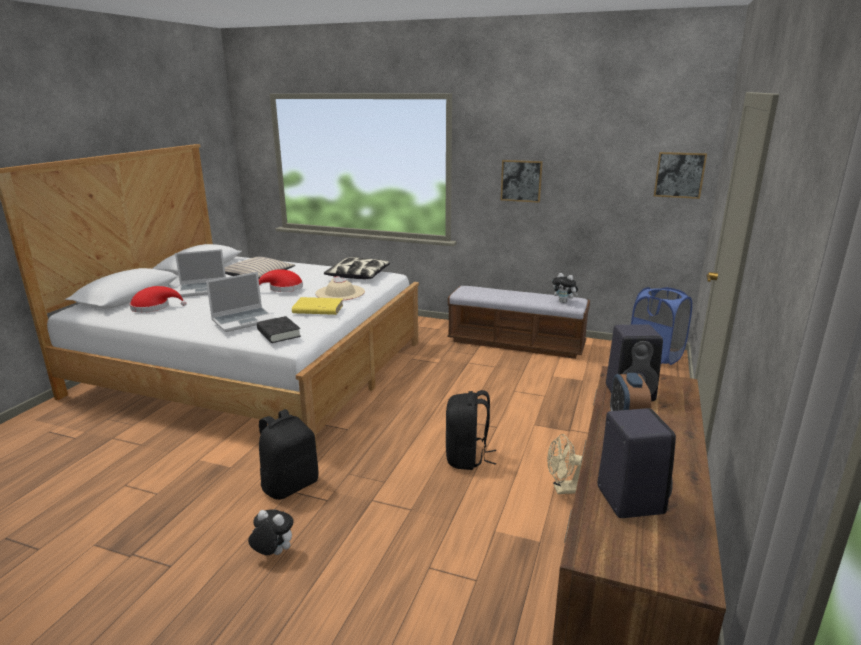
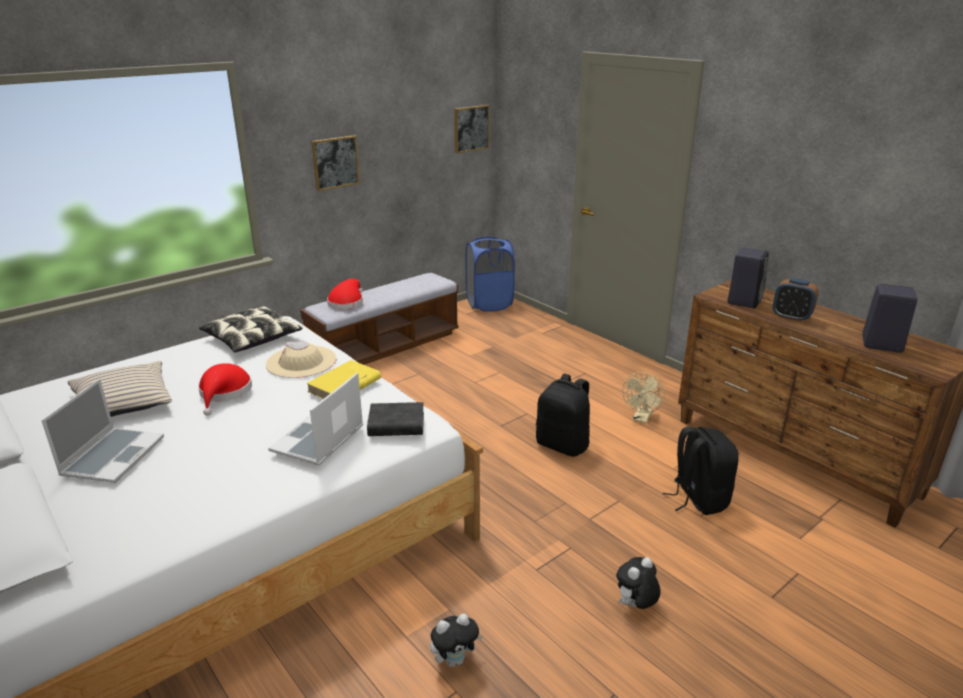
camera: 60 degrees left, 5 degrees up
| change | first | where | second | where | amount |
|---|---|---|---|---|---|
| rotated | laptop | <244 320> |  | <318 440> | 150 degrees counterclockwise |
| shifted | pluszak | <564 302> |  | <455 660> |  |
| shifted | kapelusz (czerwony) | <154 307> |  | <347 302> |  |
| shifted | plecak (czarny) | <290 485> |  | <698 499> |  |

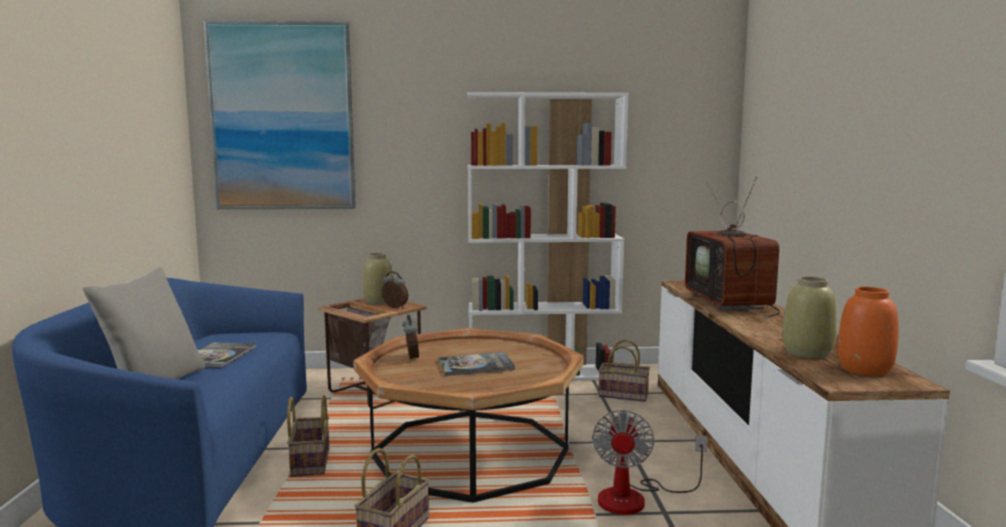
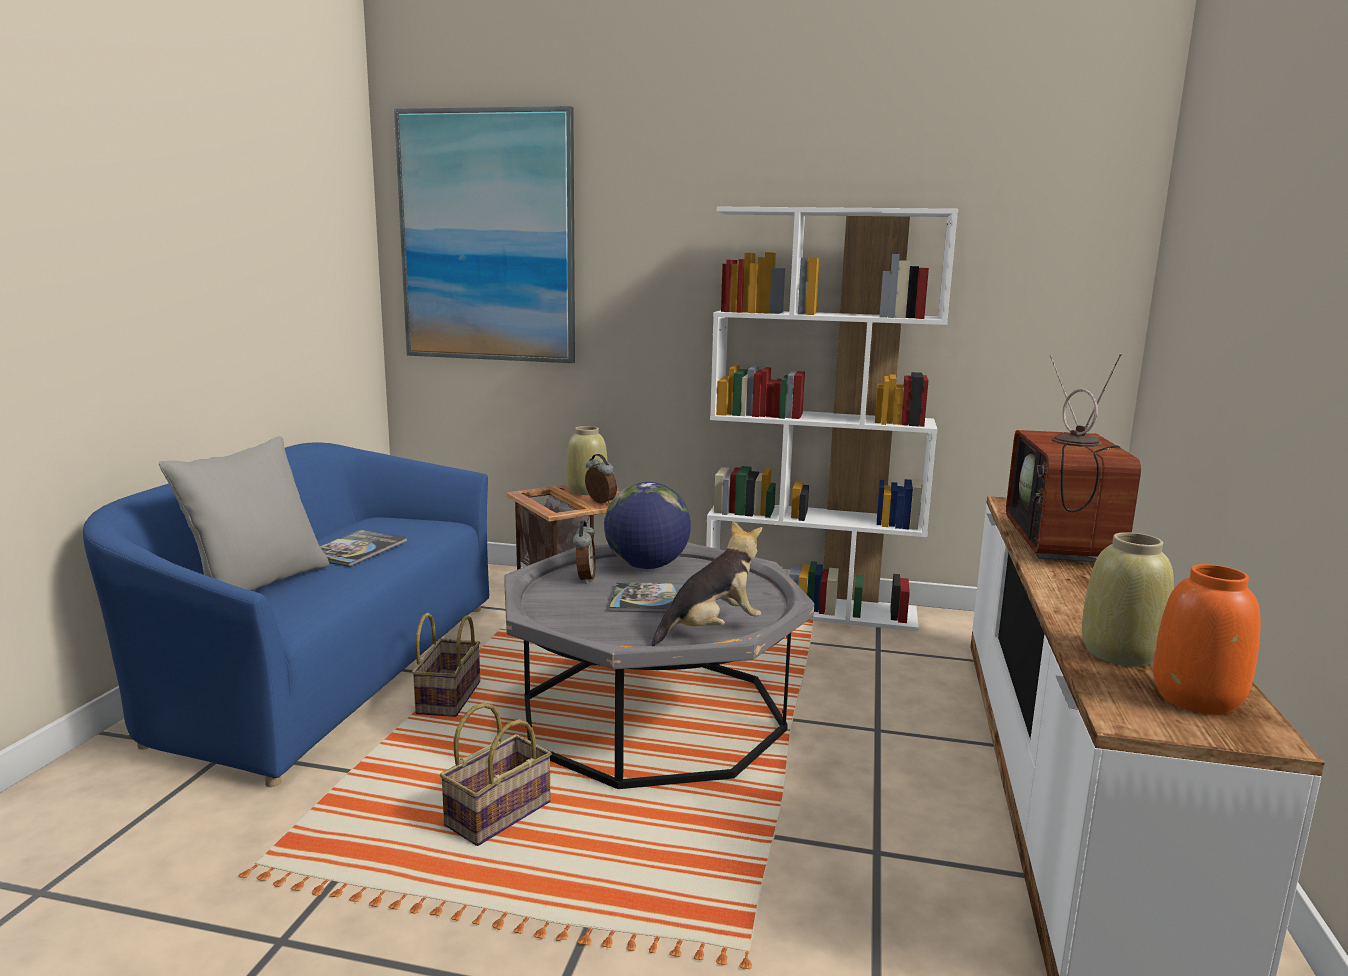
camera: 15 degrees right, 5 degrees up
| change | first | where | second | where | amount |
|---|---|---|---|---|---|
| repainted | ława (brązowy) | <470 453> | ława (szary) | <652 715> |  |
| gone | koszyk | <625 395> |  |  |  |
| gone | wentylator | <635 498> |  |  |  |
| new |  |  | globus | <647 566> |  |
| new |  |  | pluszak | <711 630> |  |

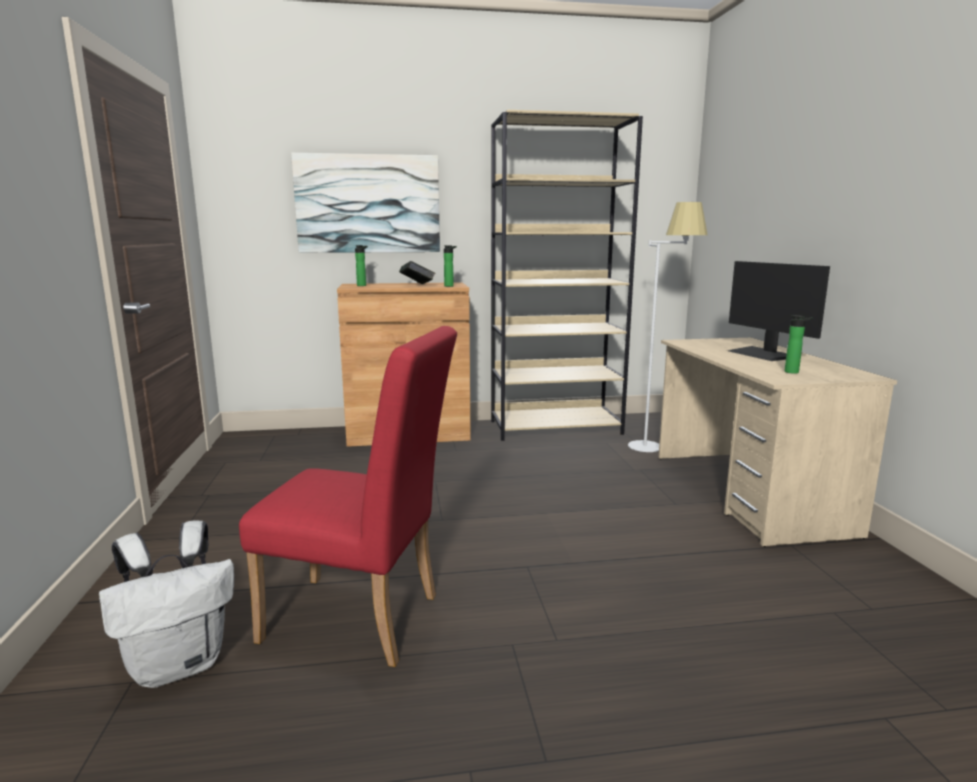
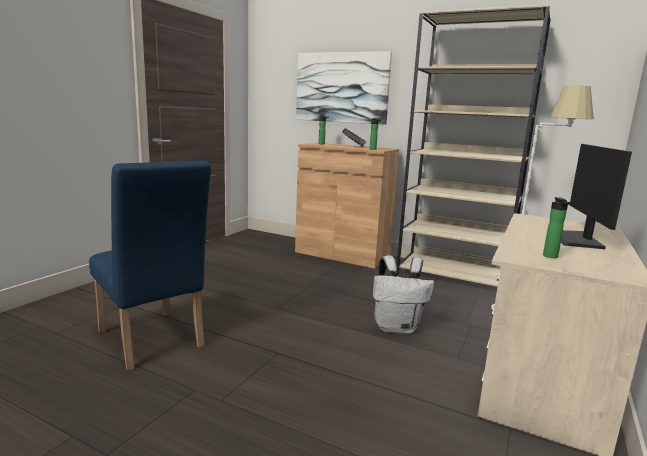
camera: 35 degrees right, 0 degrees up
| change | first | where | second | where | amount |
|---|---|---|---|---|---|
| repainted | krzesło (czerwony) | <363 620> | krzesło (niebieski) | <153 342> |  |
| shifted | plecak (biały) | <180 664> |  | <397 327> |  |

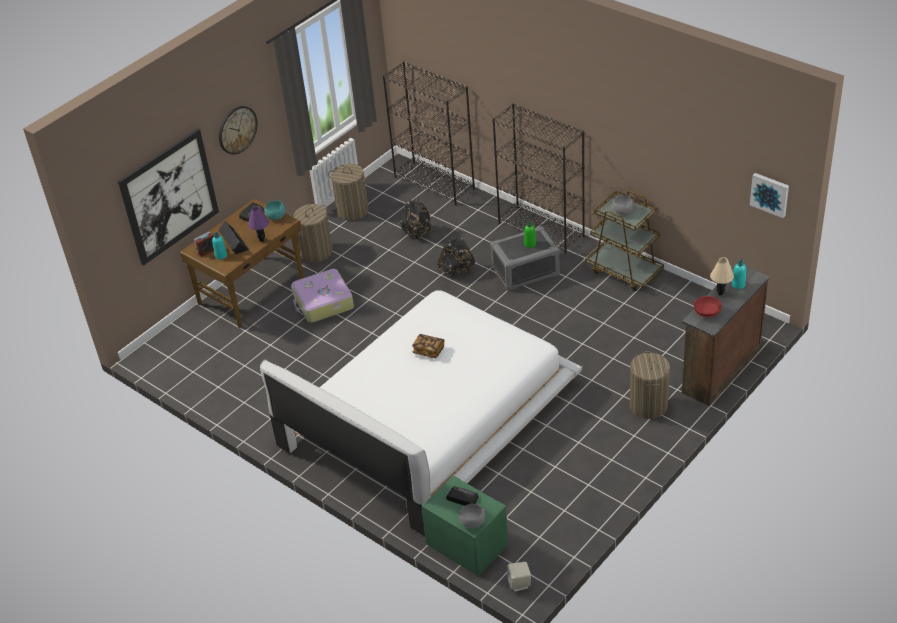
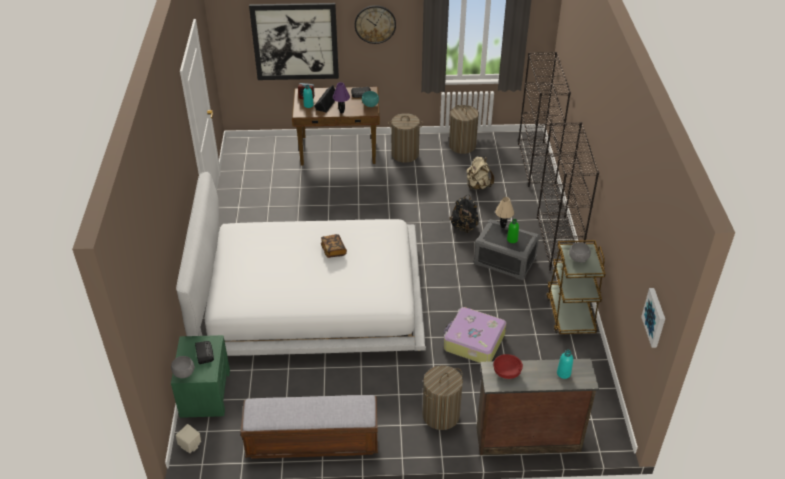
camera: 45 degrees right, 0 degrees up
| change | first | where | second | where | amount |
|---|---|---|---|---|---|
| repainted | plecak (czarny) | <417 233> | plecak (beżowy) | <478 186> |  |
| shifted | lampa stołowa (beżowy) | <720 293> |  | <503 226> |  |
| shifted | walizka | <323 303> |  | <473 342> |  |
| new |  |  | ławka | <312 442> |  |

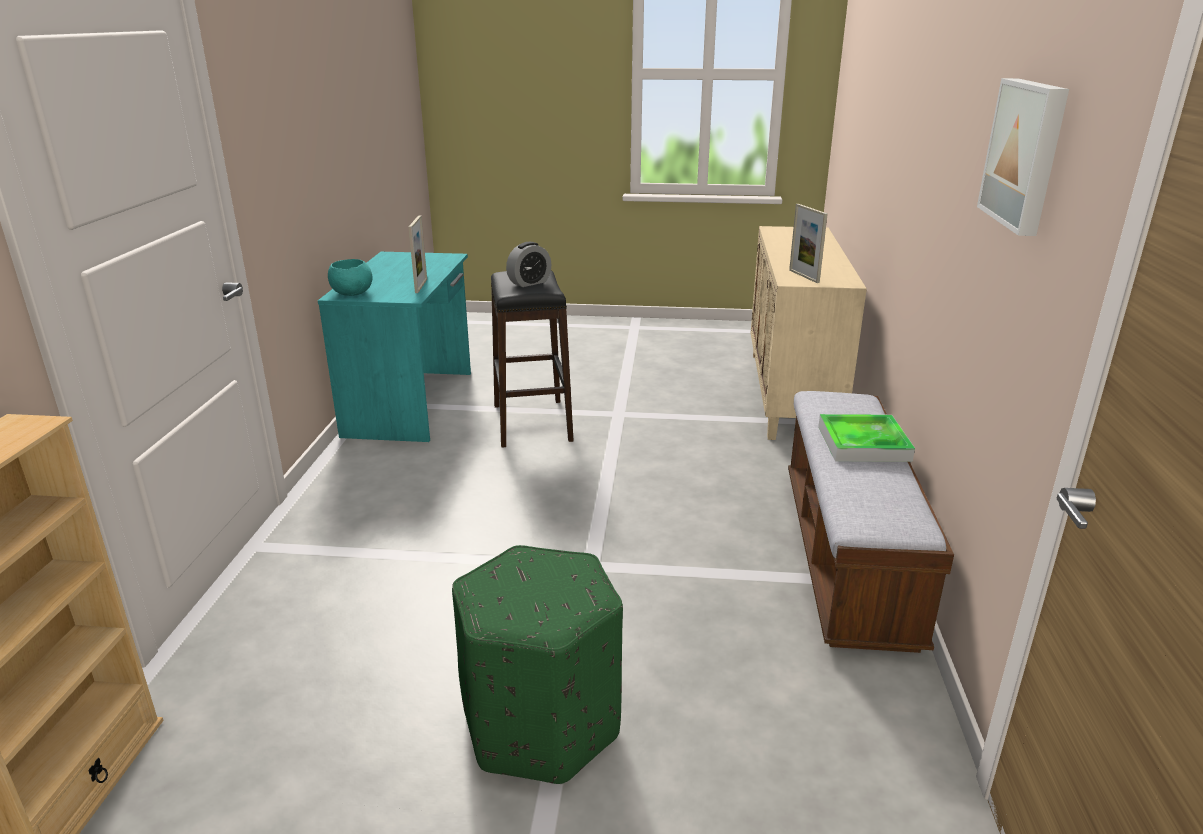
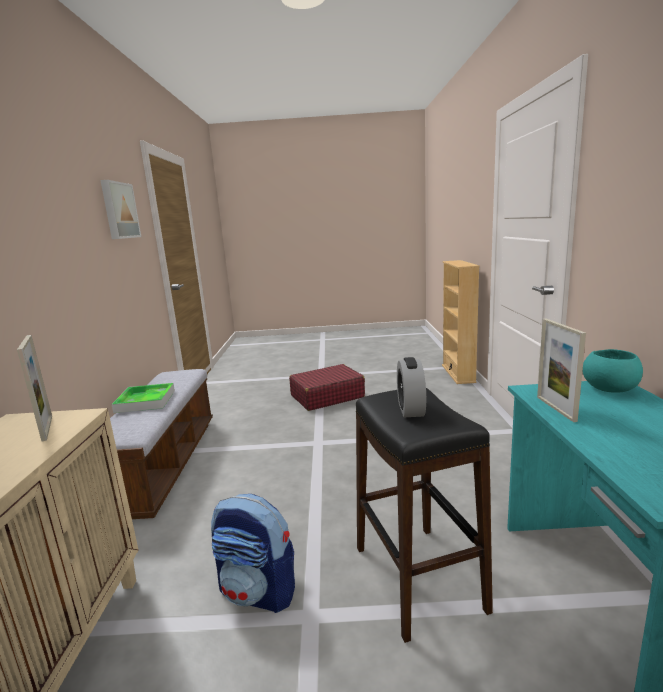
camera: 175 degrees right, 10 degrees down
| change | first | where | second | where | amount |
|---|---|---|---|---|---|
| rotated | budzik | <529 283> |  | <411 409> | 45 degrees counterclockwise |
| swapped | pufa (zielony) | <542 723> | walizka (czerwony) | <327 396> |  |
| new |  |  | plecak | <259 592> |  |

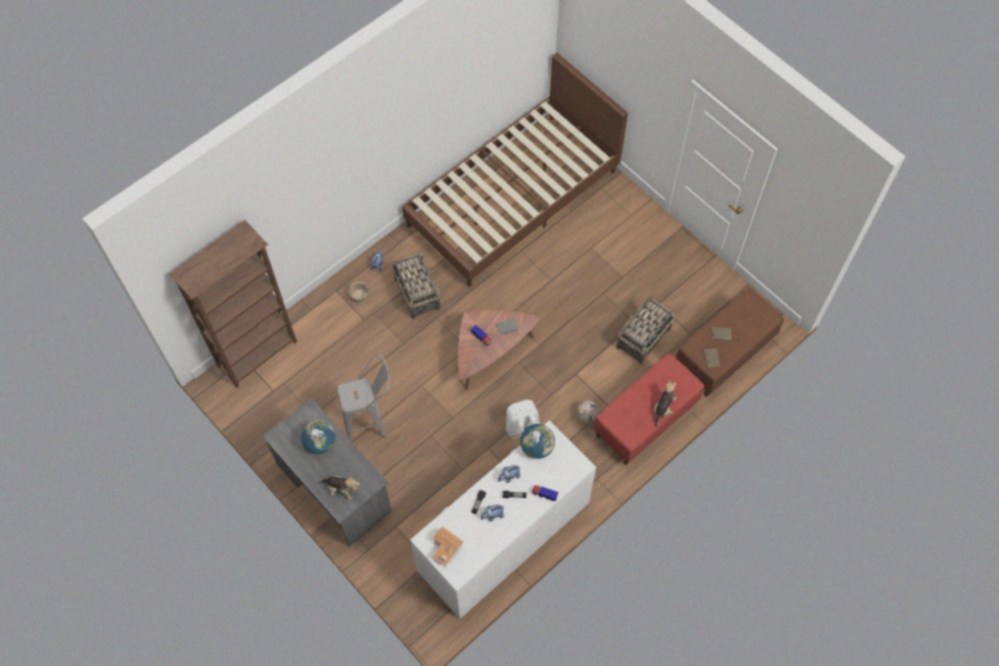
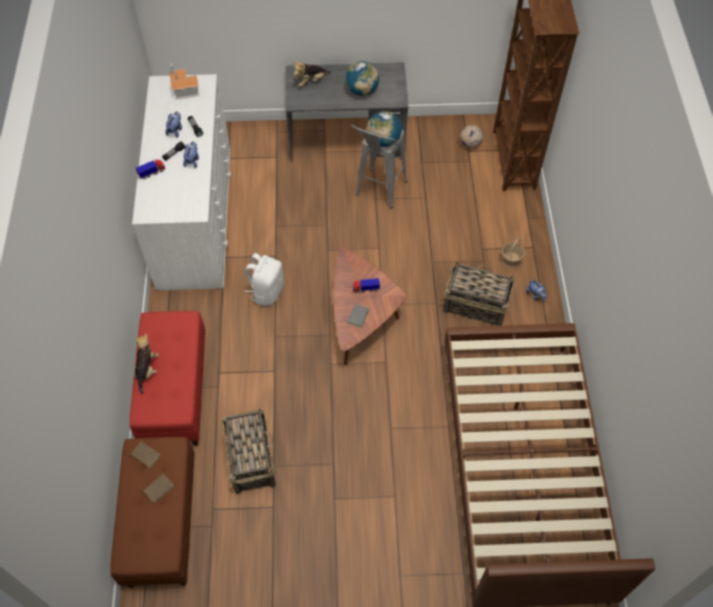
camera: 130 degrees right, 5 degrees down
| change | first | where | second | where | amount |
|---|---|---|---|---|---|
| rotated | pluszak | <663 408> |  | <147 370> | 150 degrees counterclockwise |
| shifted | piłka futbolowa | <587 416> |  | <470 144> |  |
| shifted | globus | <537 447> |  | <384 141> |  |

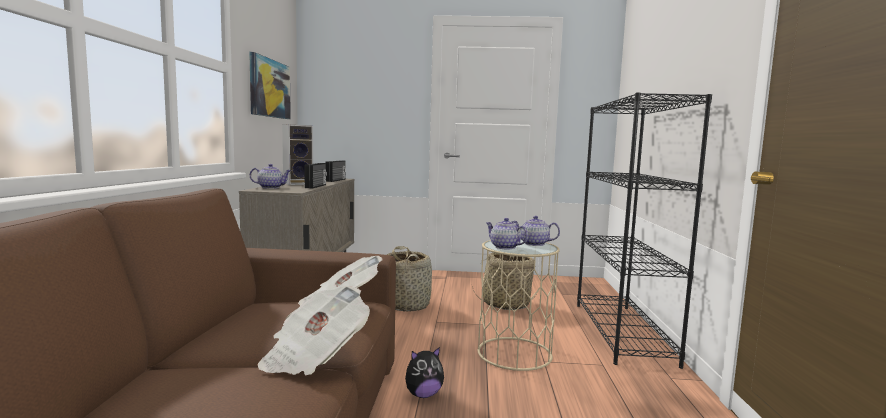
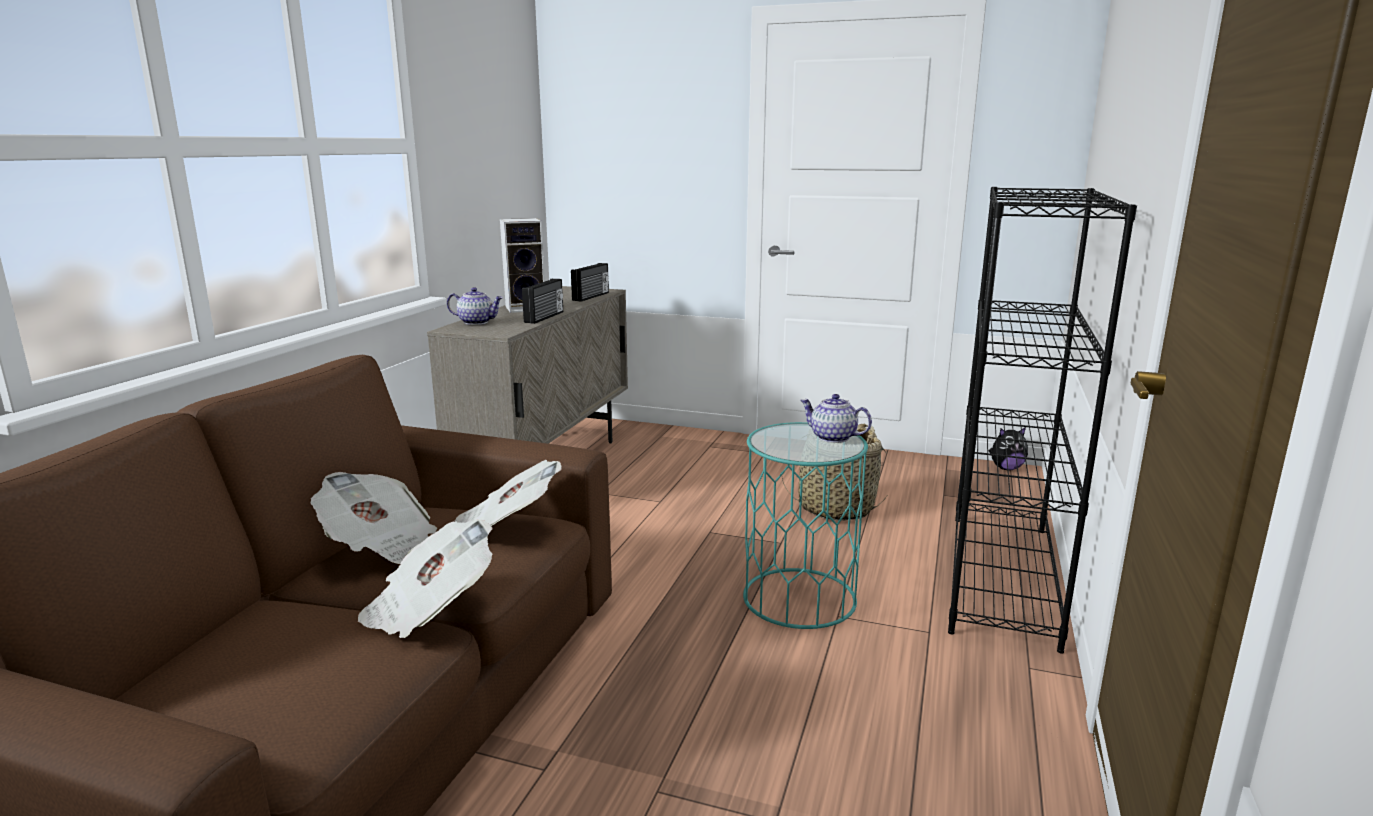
camera: 15 degrees right, 10 degrees up
| change | first | where | second | where | amount |
|---|---|---|---|---|---|
| gone | obraz | <269 88> |  |  |  |
| gone | imbryk | <504 247> |  |  |  |
| repainted | stolik (beżowy) | <514 353> | stolik (turkusowy) | <799 598> |  |
| gone | koszyk | <406 305> |  |  |  |
| shifted | pluszak | <423 394> |  | <1006 468> |  |
| new |  |  | gazeta | <379 544> |  |

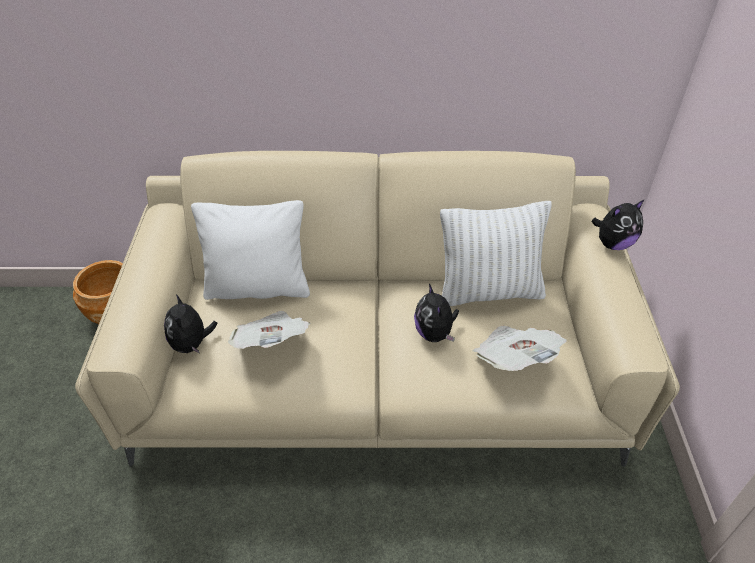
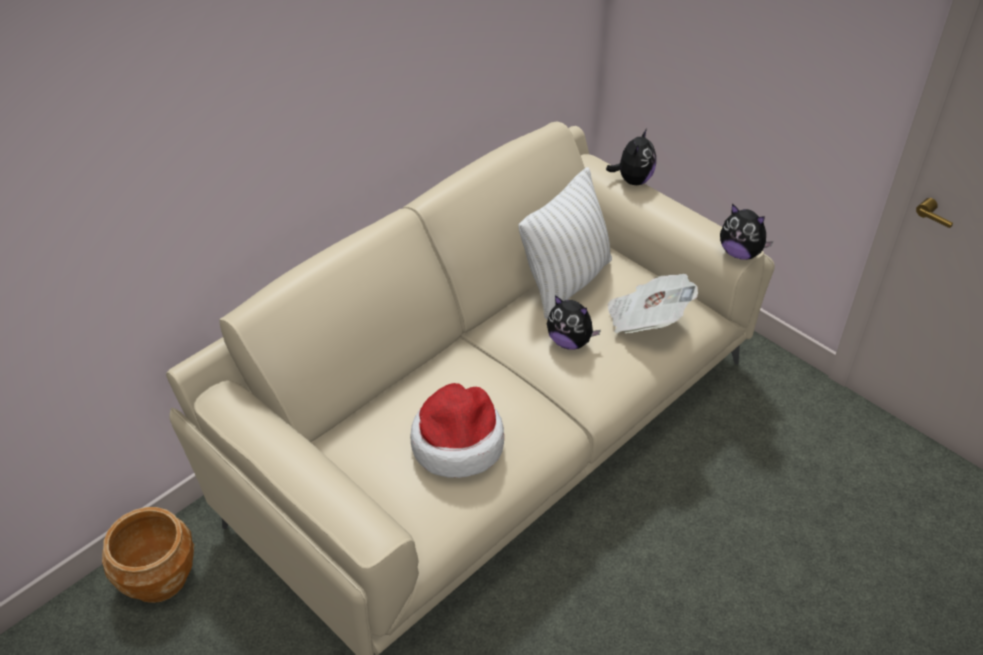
camera: 45 degrees left, 0 degrees up
| change | first | where | second | where | amount |
|---|---|---|---|---|---|
| gone | poduszka (biały) | <258 287> |  |  |  |
| shifted | pluszak | <192 344> |  | <740 253> |  |
| swapped | gazeta | <272 343> | kapelusz | <457 442> |  |

